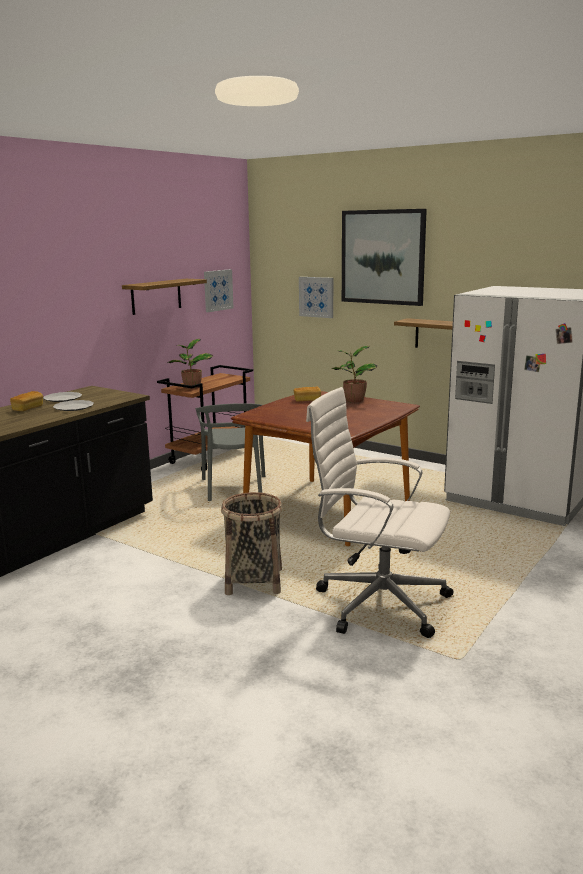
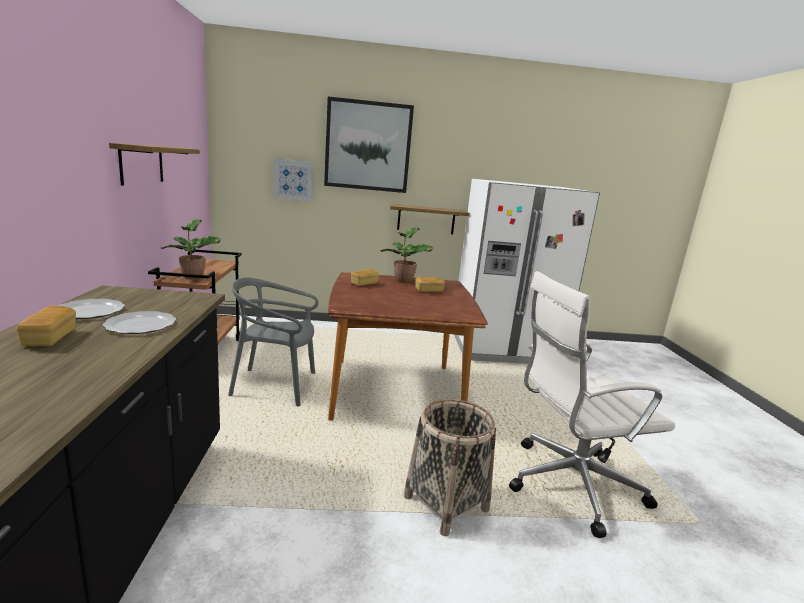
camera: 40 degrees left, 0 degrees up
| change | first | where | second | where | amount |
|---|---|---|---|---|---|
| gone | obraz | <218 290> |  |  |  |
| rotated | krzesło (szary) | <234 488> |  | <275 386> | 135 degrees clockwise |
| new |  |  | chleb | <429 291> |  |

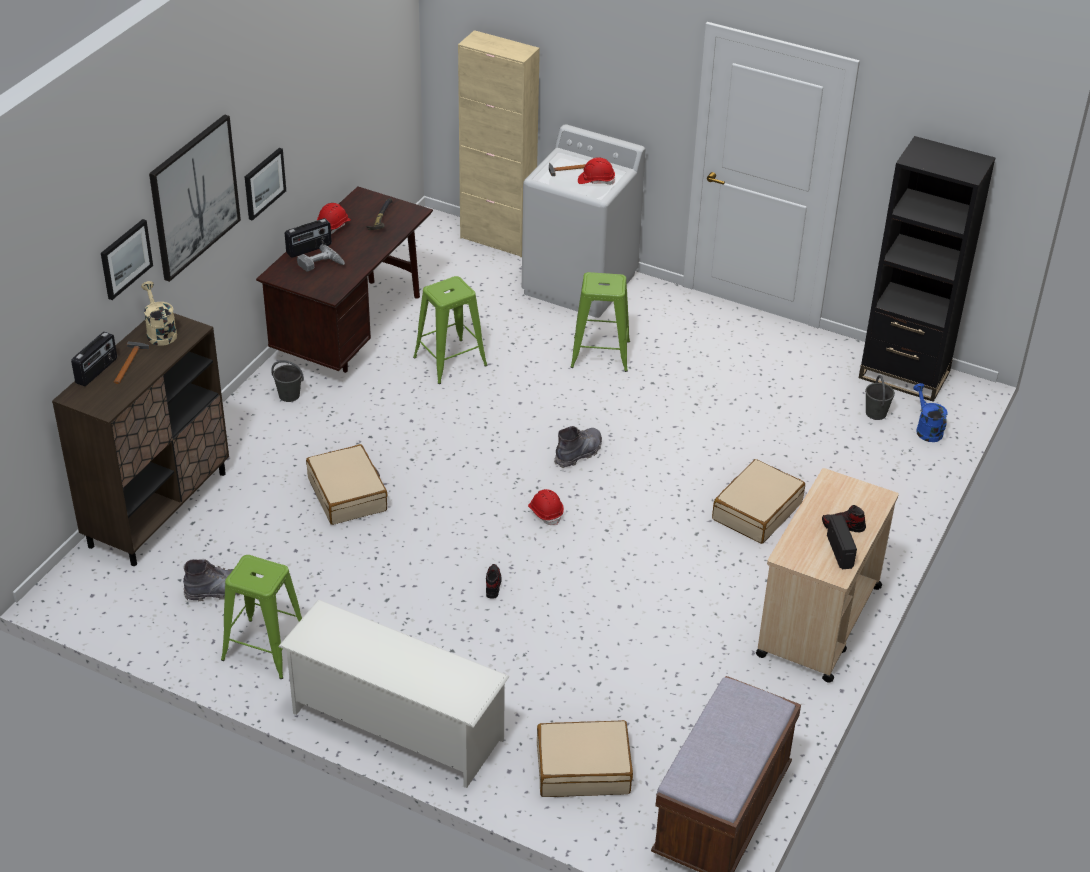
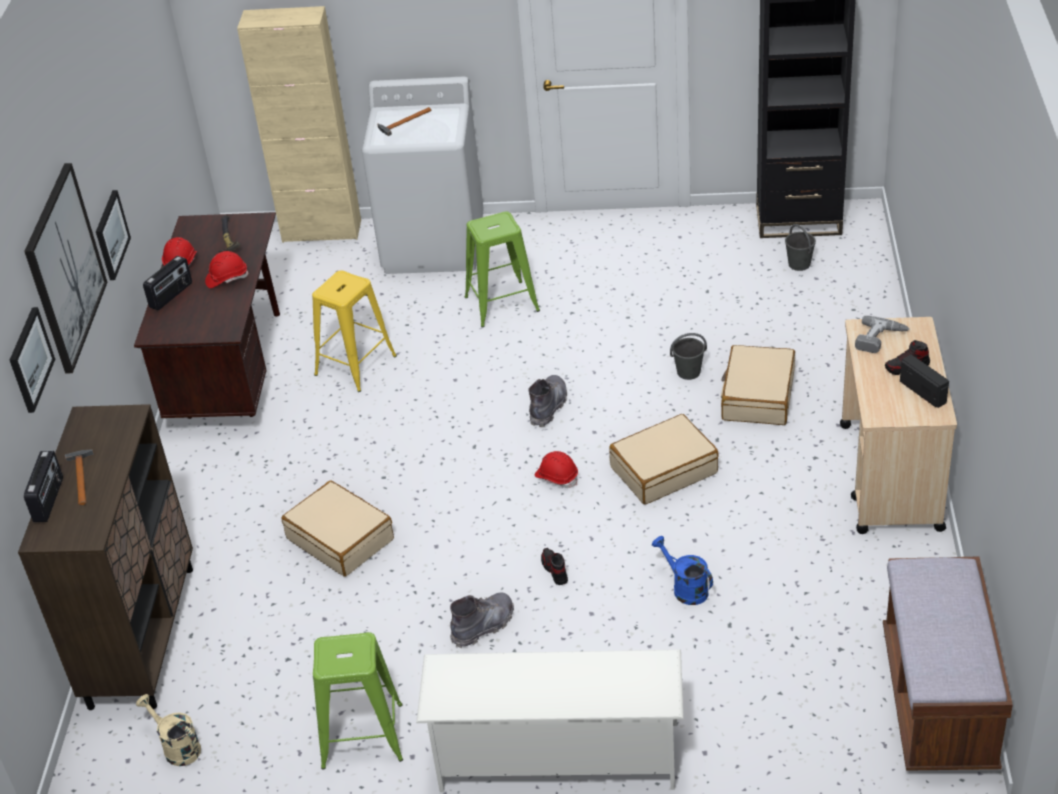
camera: 20 degrees left, 0 degrees up
| change | first | where | second | where | amount |
|---|---|---|---|---|---|
| shifted | kask (czerwony) | <596 181> |  | <227 278> |  |
| shifted | wiertarka | <321 265> |  | <880 339> |  |
| repainted | stołek (zielony) | <450 361> | stołek (żółty) | <356 365> |  |
| shifted | konewka (beżowy) | <160 332> |  | <177 747> |  |
| shifted | wiadro (szary) | <289 395> |  | <688 372> |  |
| shifted | konewka (niebieski) | <926 429> |  | <685 588> |  |
| shifted | but z cholewką (szary) | <217 591> |  | <483 626> |  |
| shifted | walizka (beżowy) | <583 768> |  | <663 469> |  |

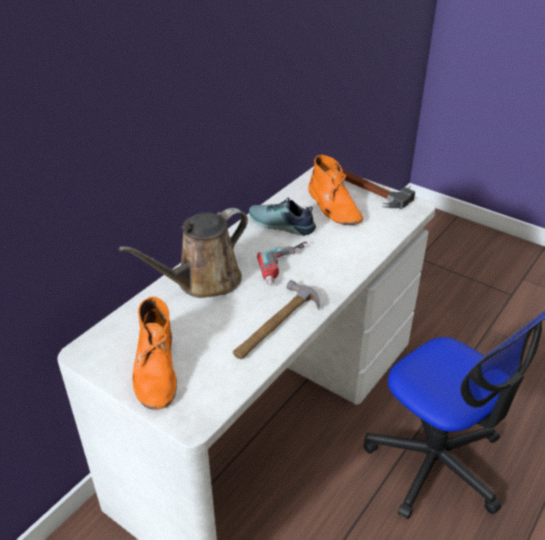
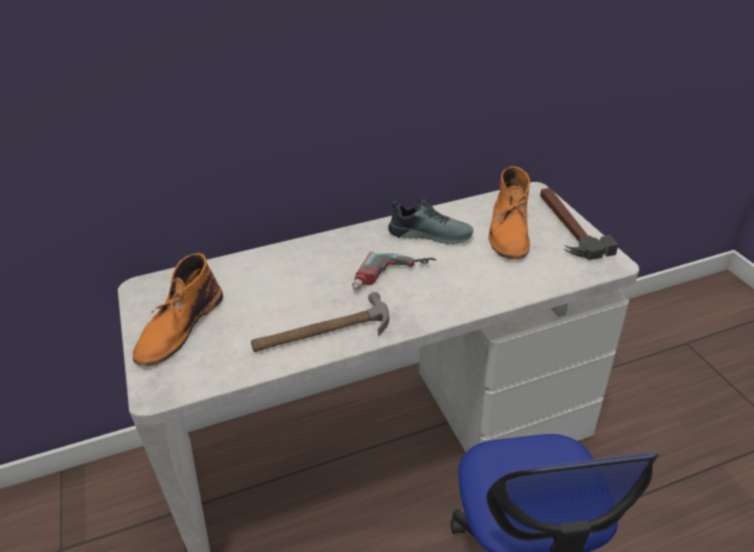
camera: 35 degrees right, 0 degrees up
| change | first | where | second | where | amount |
|---|---|---|---|---|---|
| rotated | but | <280 225> |  | <430 233> | 135 degrees clockwise |
| gone | konewka (brązowy) | <203 282> |  |  |  |

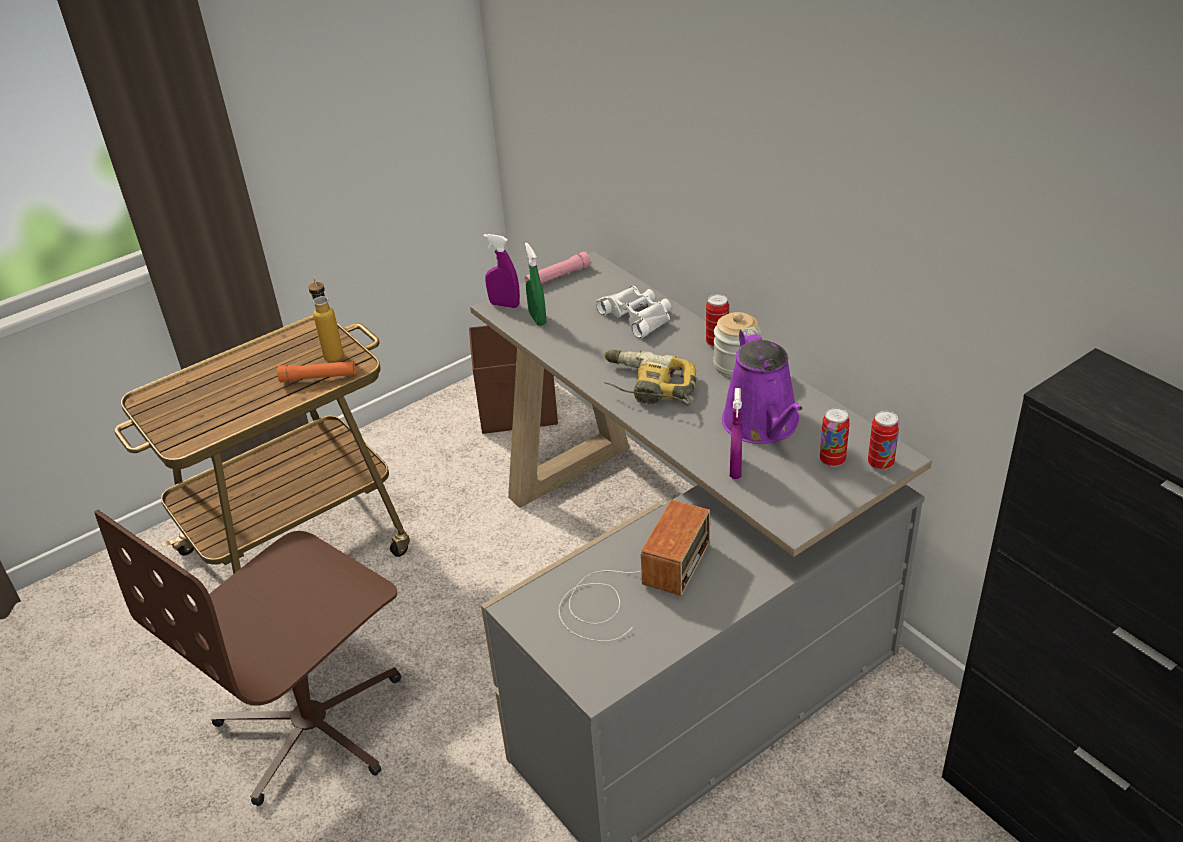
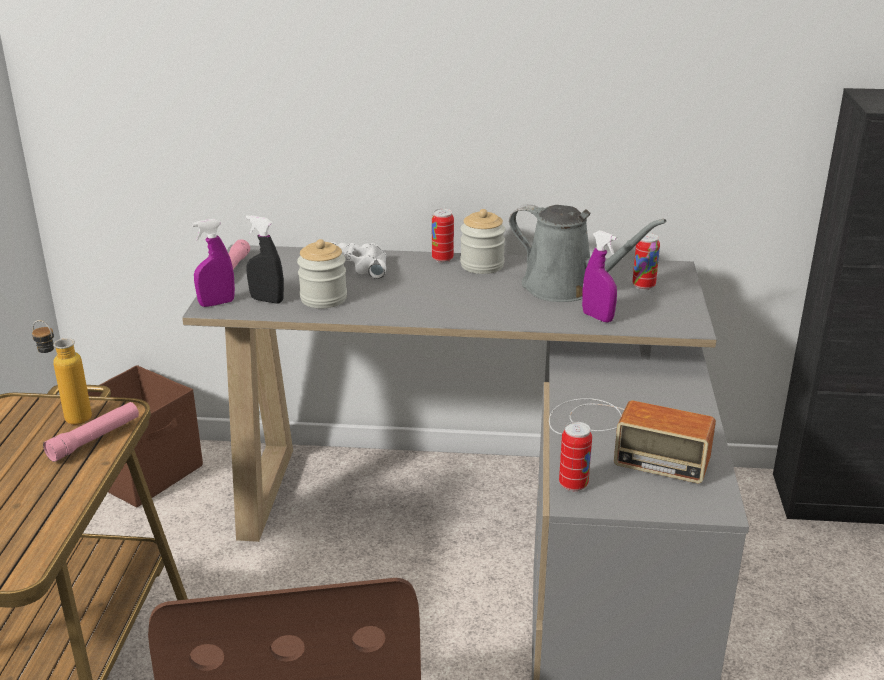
camera: 50 degrees left, 10 degrees down
| change | first | where | second | where | amount |
|---|---|---|---|---|---|
| repainted | spryskiwacz (zielony) | <537 318> | spryskiwacz (czarny) | <267 300> |  |
| repainted | konewka (fioletowy) | <763 425> | konewka (szary) | <566 288> |  |
| gone | wiertarka | <647 387> |  |  |  |
| repainted | latarka (pomarańczowy) | <318 377> | latarka (różowy) | <95 439> |  |
| shifted | puszka | <880 463> |  | <573 484> |  |
| rotated | radio | <631 586> |  | <623 437> | 135 degrees clockwise |
| new |  |  | słoik | <323 299> |  |

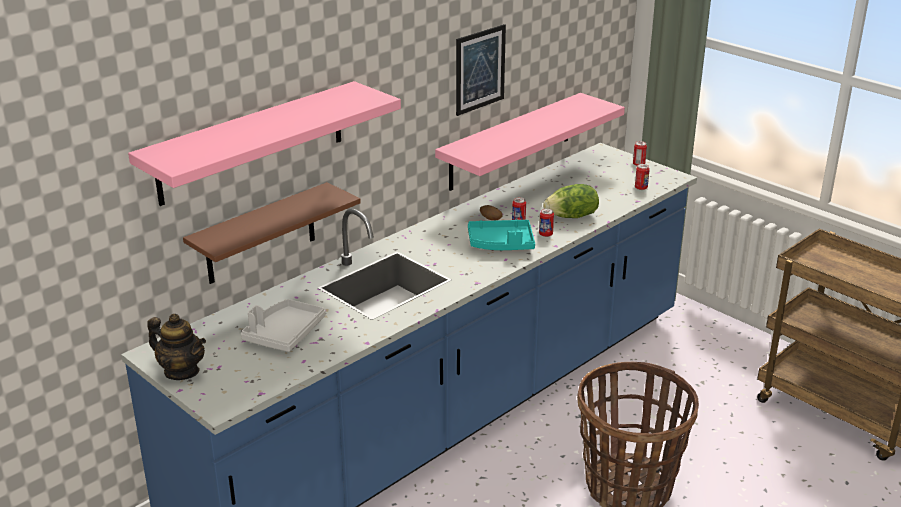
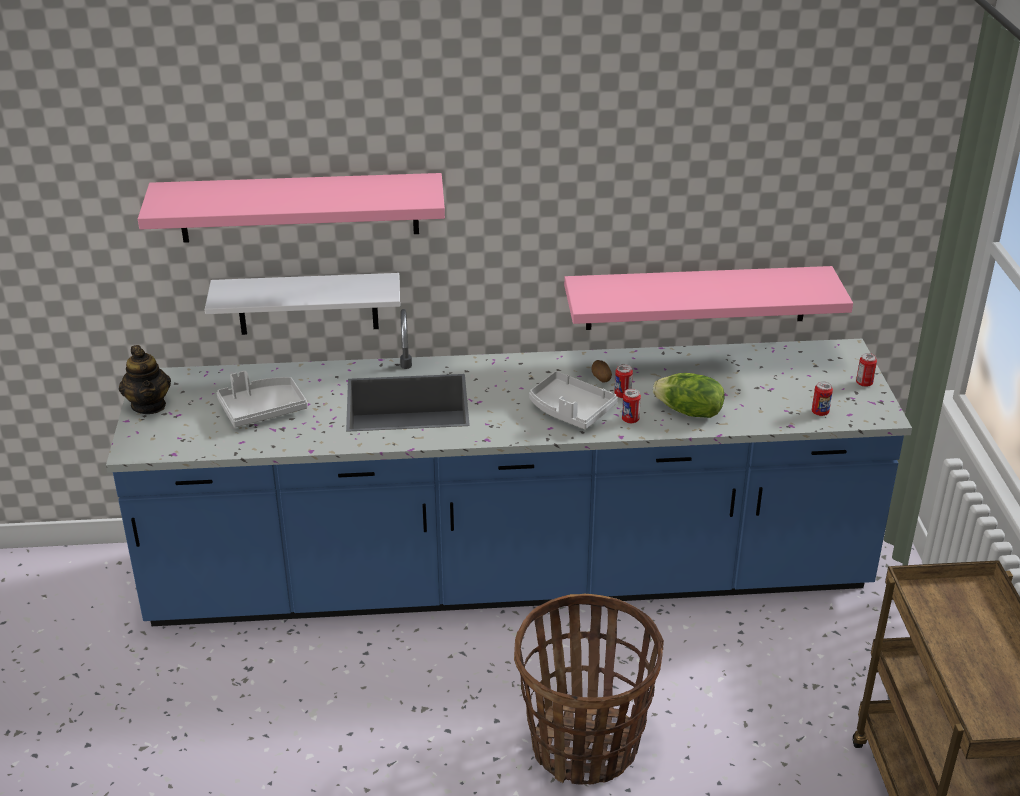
camera: 40 degrees right, 5 degrees up
| change | first | where | second | where | amount |
|---|---|---|---|---|---|
| gone | obraz | <480 69> |  |  |  |
| repainted | półka (brązowy) | <260 234> | półka (biały) | <308 303> |  |
| repainted | taca (turkusowy) | <501 244> | taca (szary) | <570 410> |  |

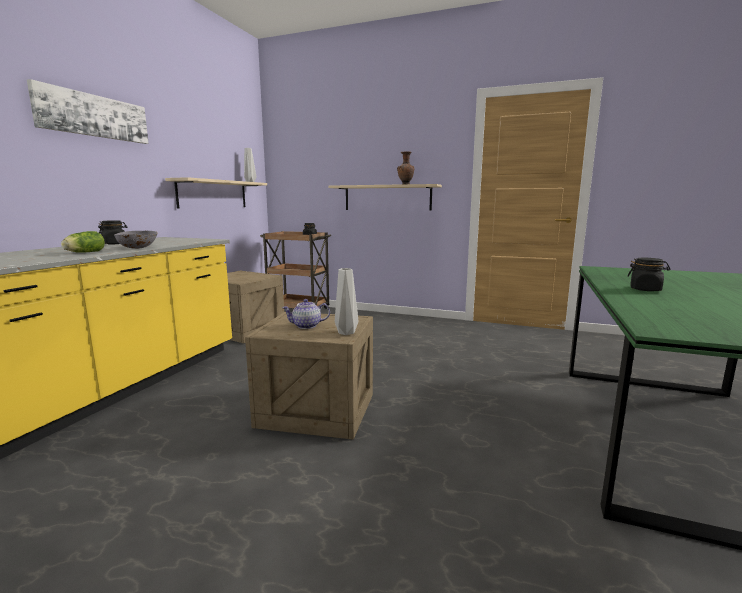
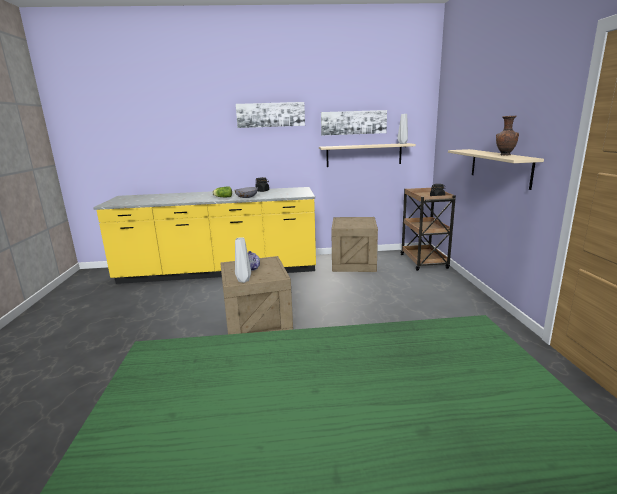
camera: 65 degrees right, 5 degrees up
| change | first | where | second | where | amount |
|---|---|---|---|---|---|
| gone | słoik (czarny) | <645 289> |  |  |  |
| new |  |  | obraz | <353 122> |  |

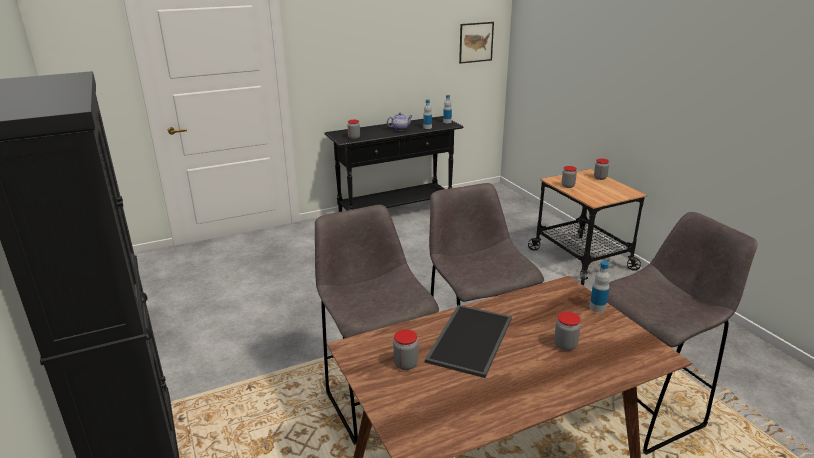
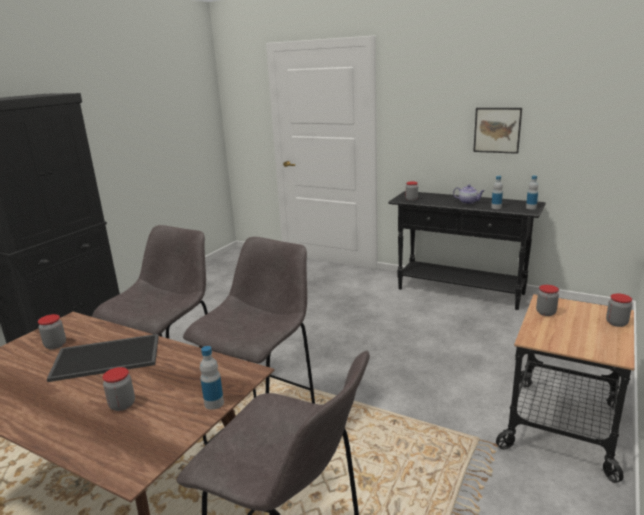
camera: 55 degrees right, 5 degrees down
| change | first | where | second | where | amount |
|---|---|---|---|---|---|
| shifted | obraz | <476 42> |  | <497 130> |  |

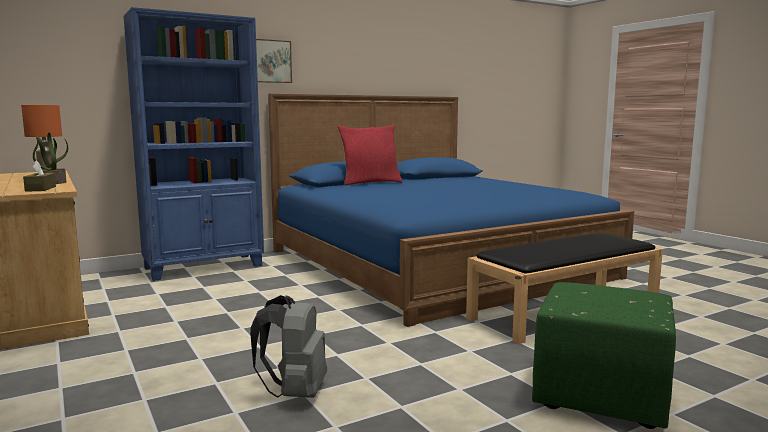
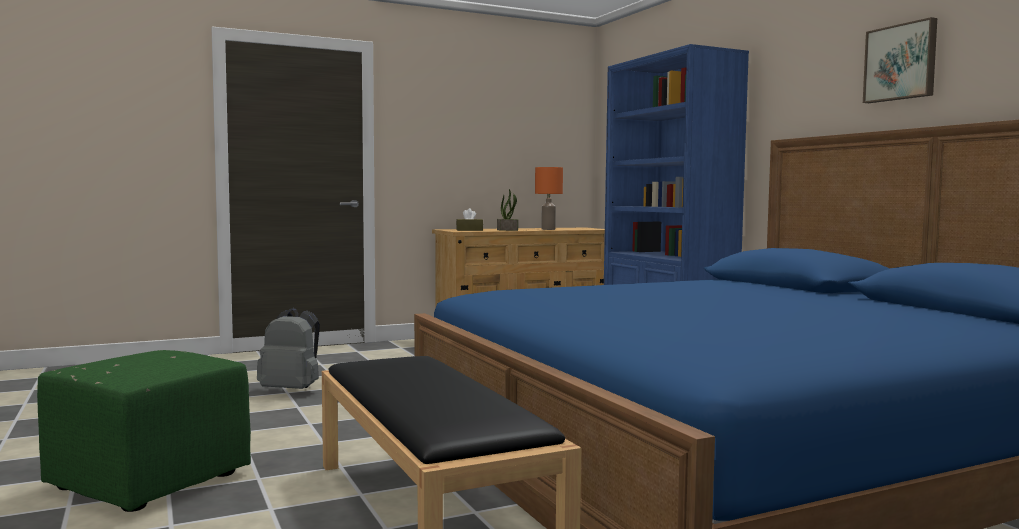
camera: 95 degrees right, 5 degrees down
| change | first | where | second | where | amount |
|---|---|---|---|---|---|
| shifted | obraz | <270 61> |  | <901 62> |  |
| gone | poduszka (czerwony) | <370 183> |  |  |  |

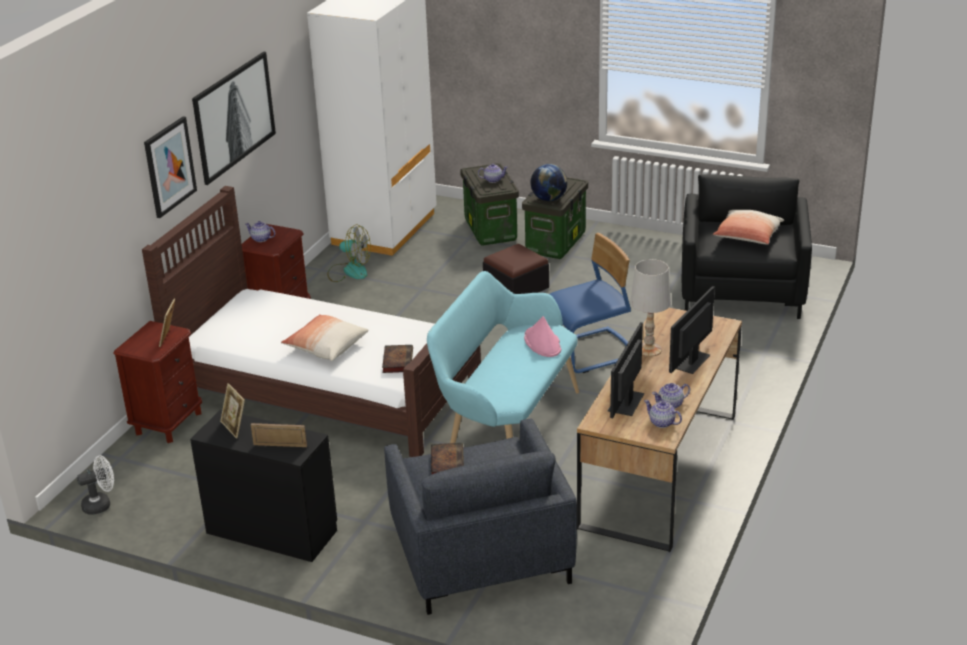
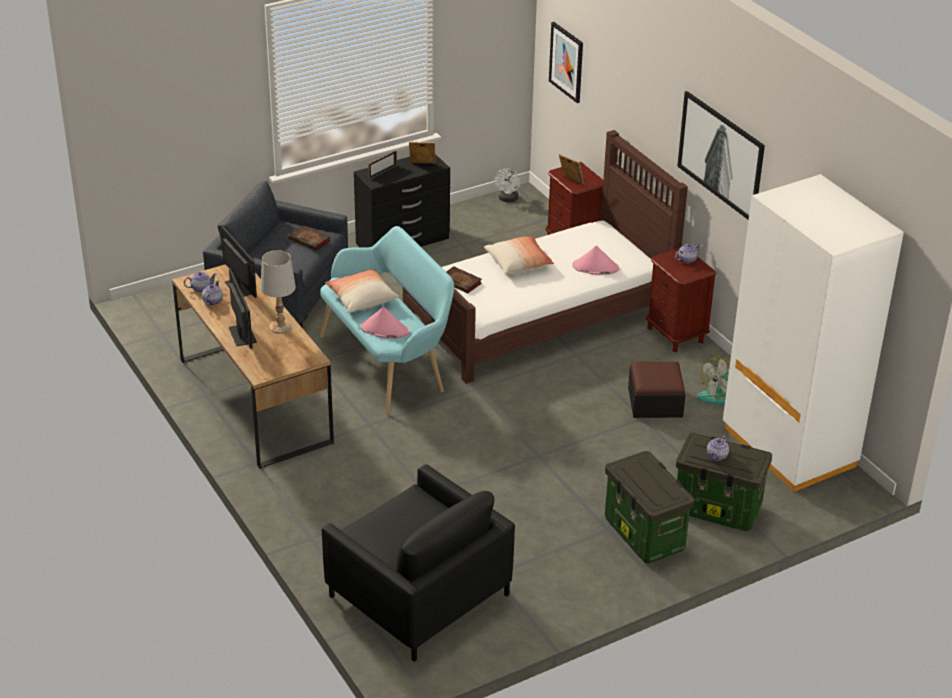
camera: 125 degrees right, 5 degrees up
| change | first | where | second | where | amount |
|---|---|---|---|---|---|
| shifted | obraz | <169 166> |  | <566 62> |  |
| gone | globus | <549 199> |  |  |  |
| shifted | poduszka | <747 237> |  | <361 299> |  |
| gone | krzesło (niebieski) | <591 352> |  |  |  |
| shifted | pufa | <516 287> |  | <655 402> |  |
| new |  |  | kapelusz (różowy) | <595 267> |  |

